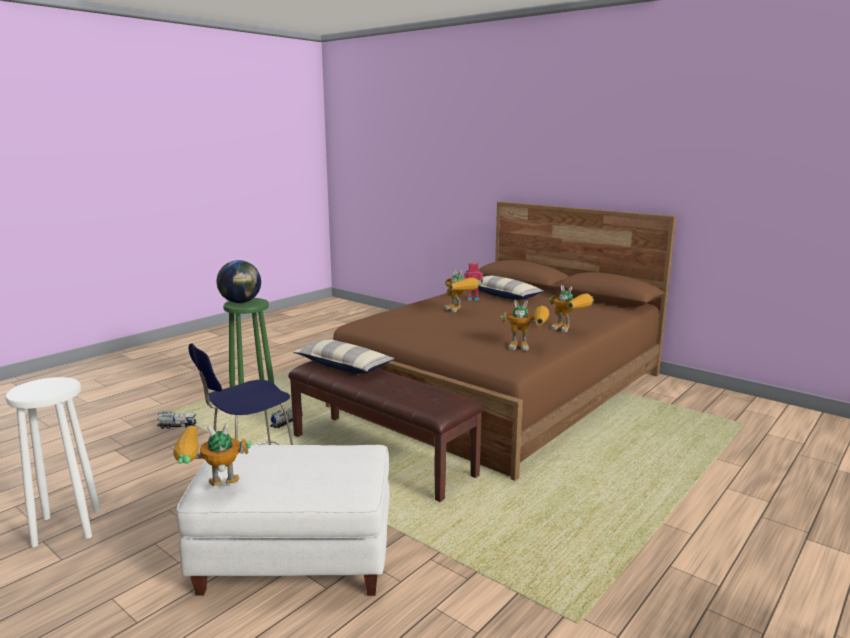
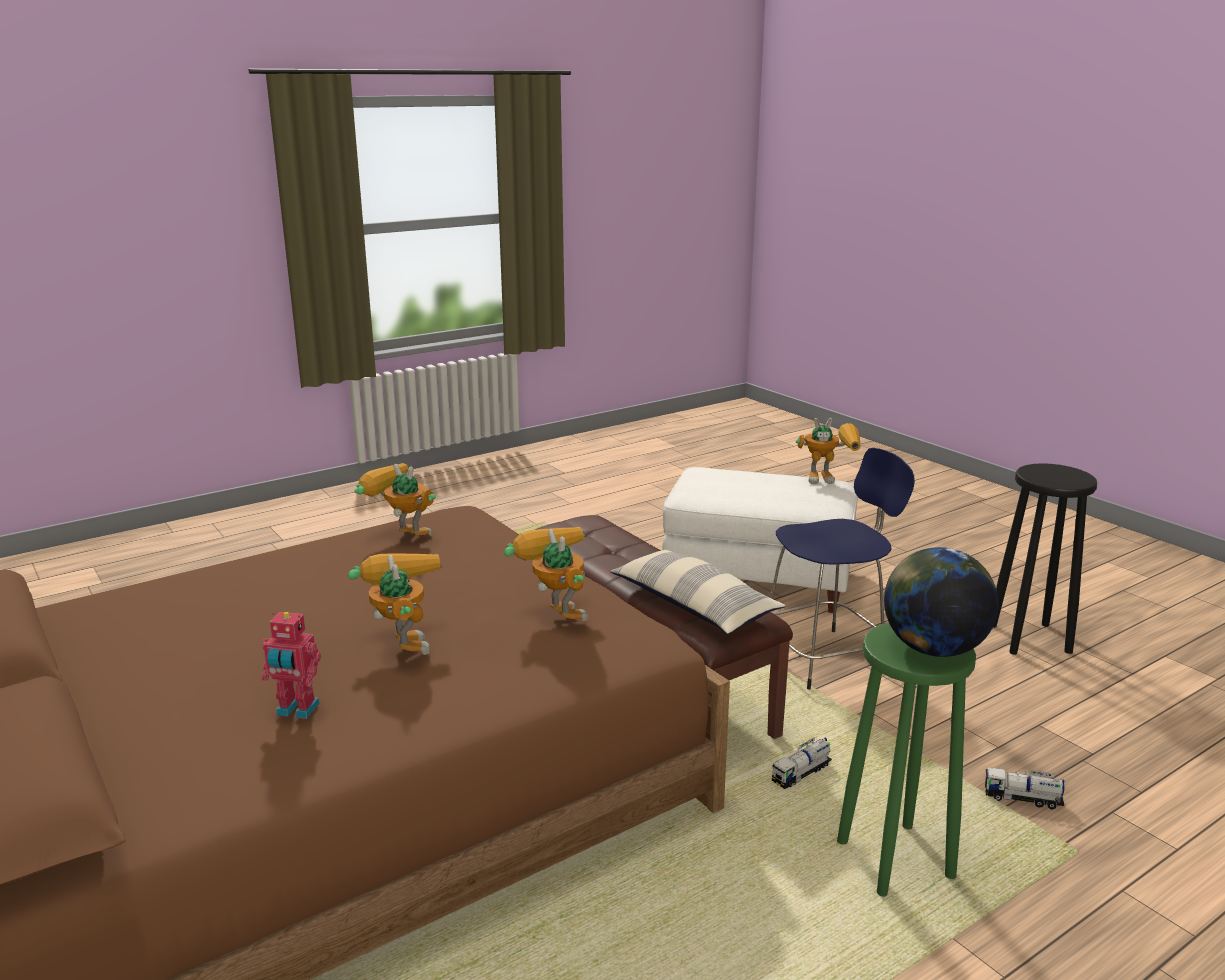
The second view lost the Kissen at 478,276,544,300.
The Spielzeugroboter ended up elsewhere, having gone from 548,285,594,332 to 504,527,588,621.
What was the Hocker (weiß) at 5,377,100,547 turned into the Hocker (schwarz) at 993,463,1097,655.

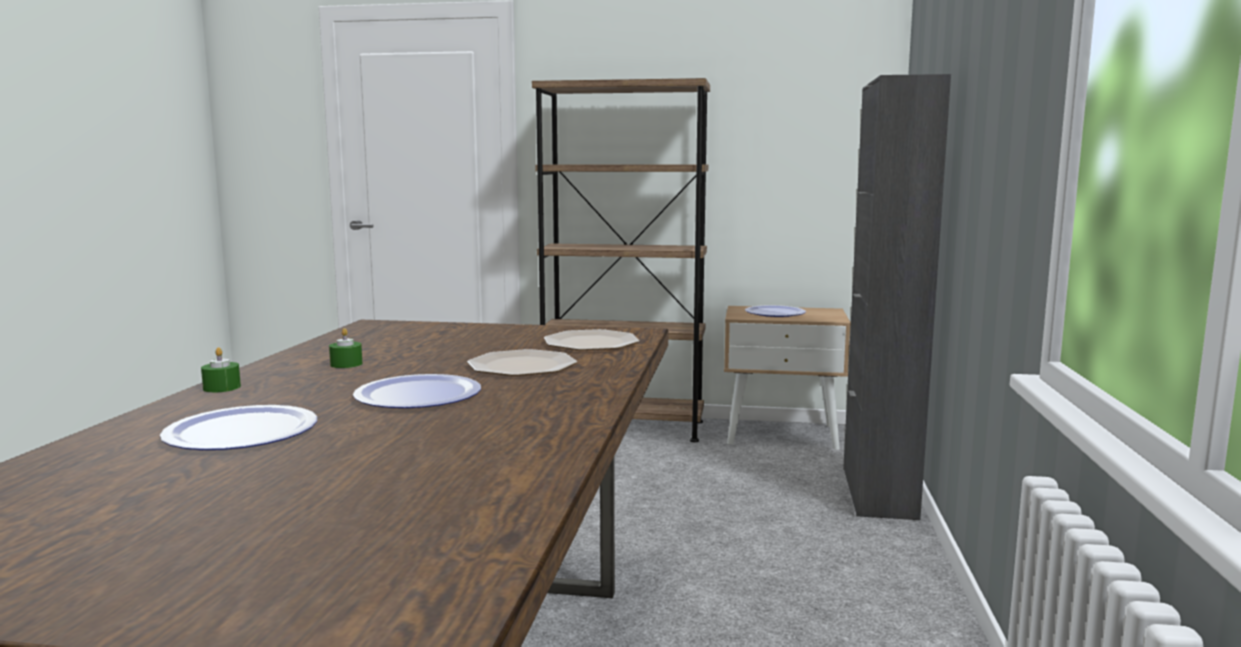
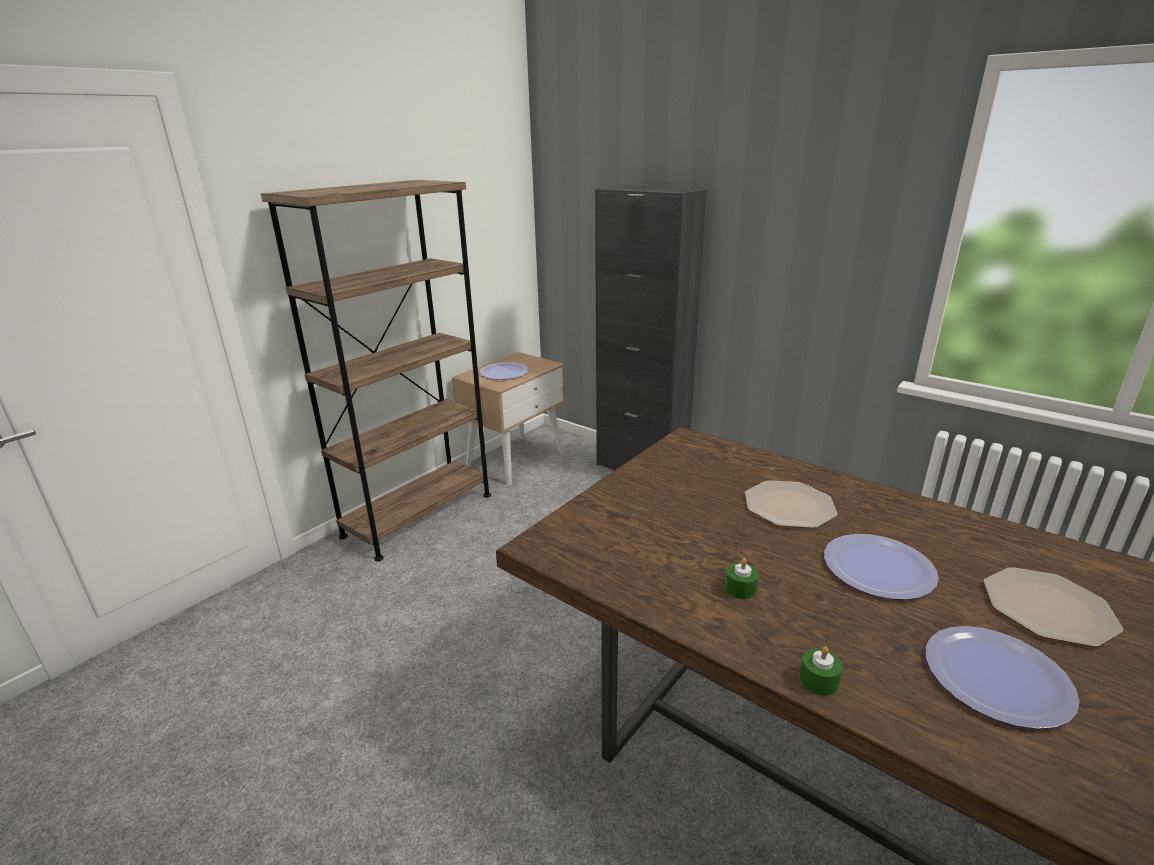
The Teller ended up elsewhere, having gone from 544,329,640,350 to 983,567,1123,647.

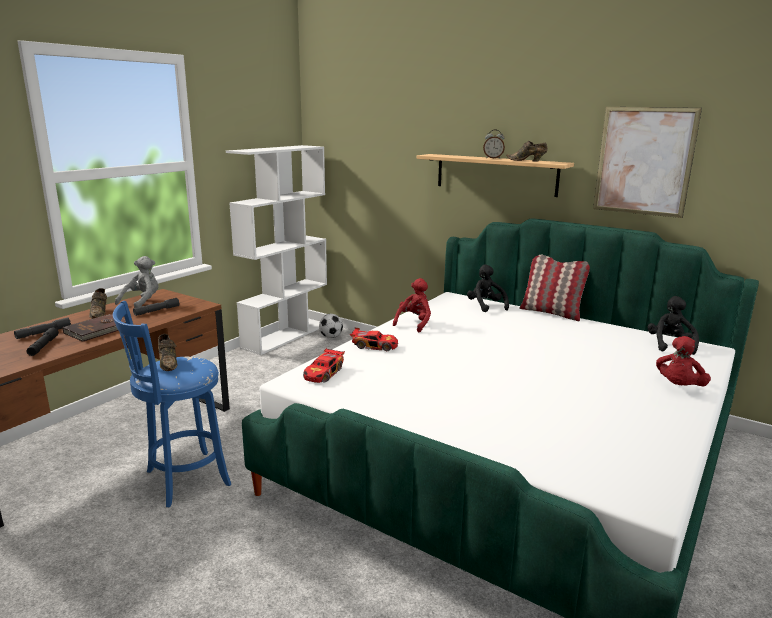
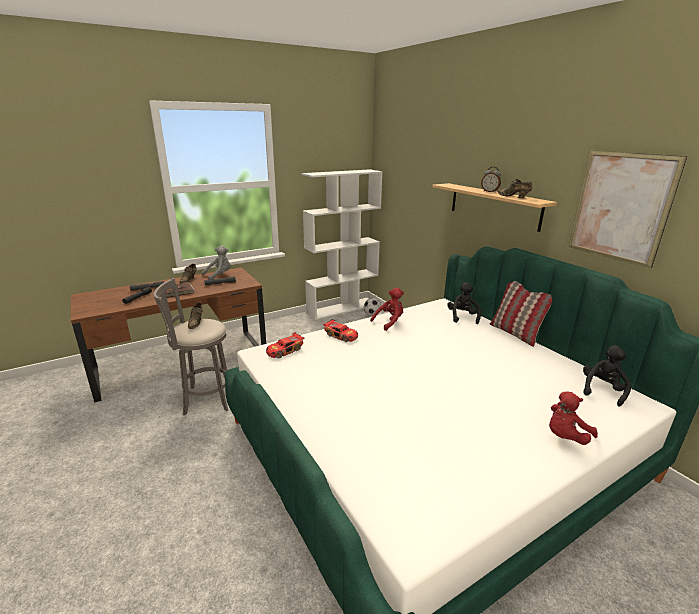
What was the Hocker (blau) at 113,301,231,507 turned into the Hocker (grau) at 153,278,228,415.

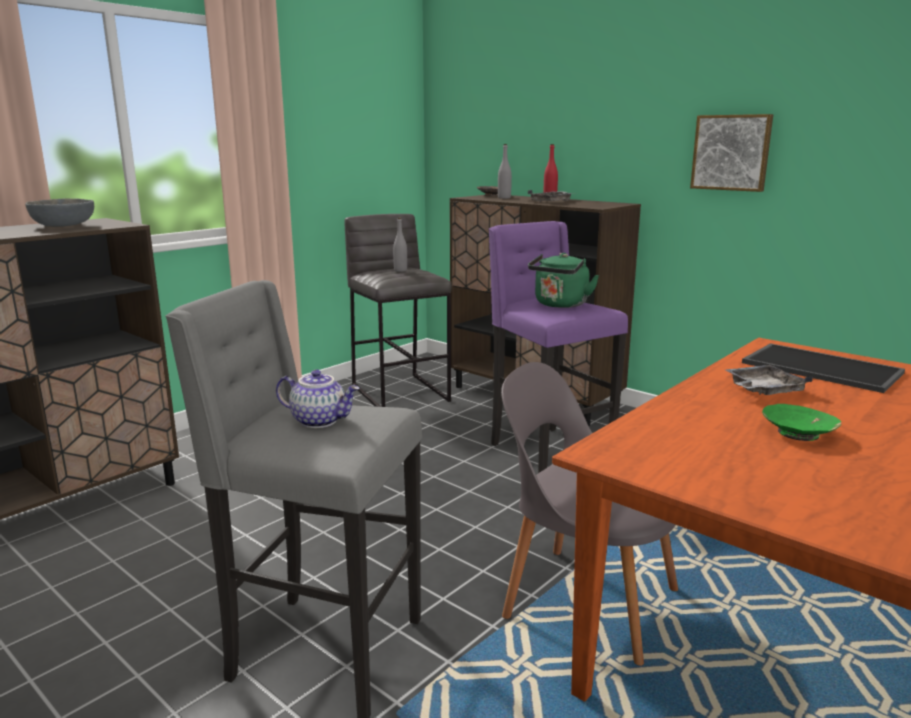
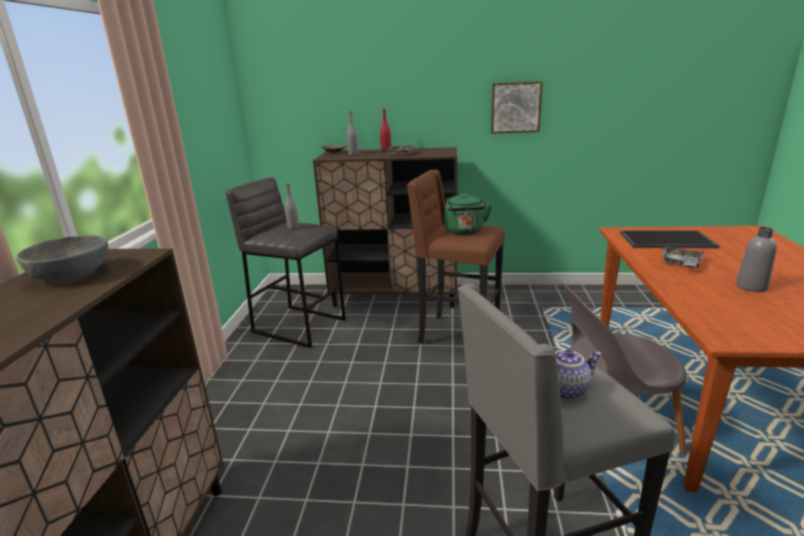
Where the Schüssel (grün) stood at 762,404,841,441, the Flasche (grau) came to stand at 736,227,777,292.
What was the Hocker (lila) at 489,221,628,473 turned into the Hocker (braun) at 407,170,505,344.

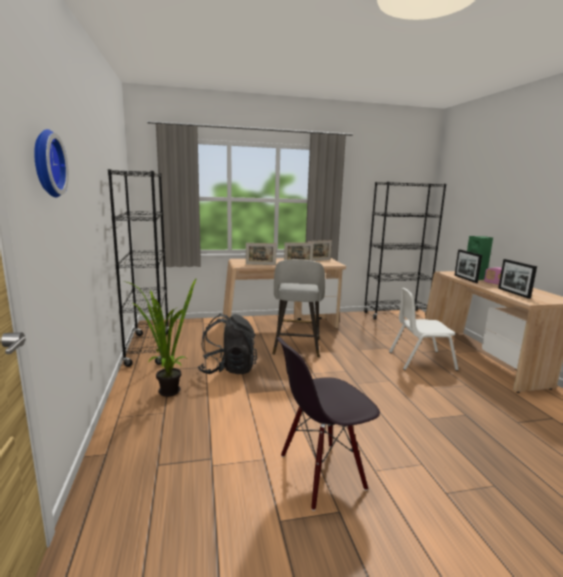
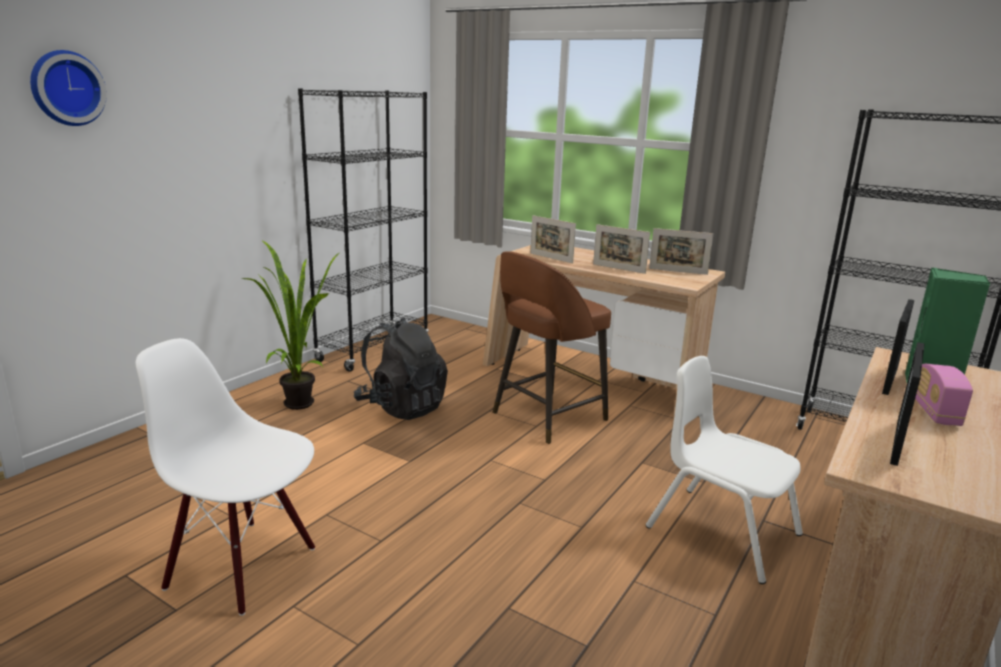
What was the Hocker (grau) at 272,259,325,357 turned into the Hocker (braun) at 493,251,611,444.
What was the Stuhl (schwarz) at 277,337,380,511 turned into the Stuhl (weiß) at 135,338,315,616.

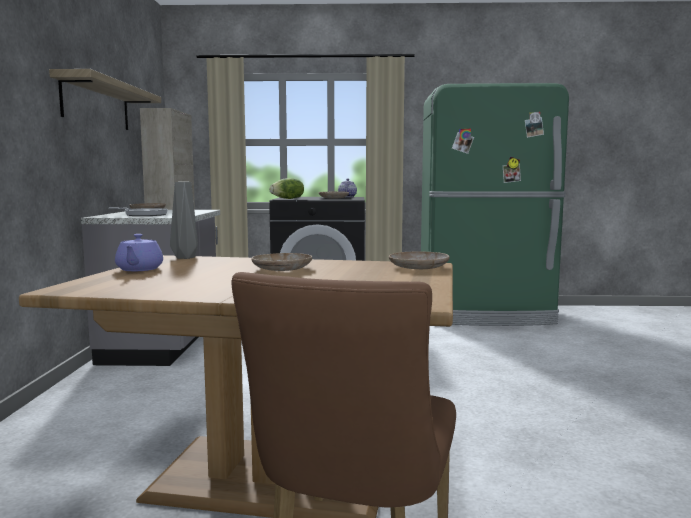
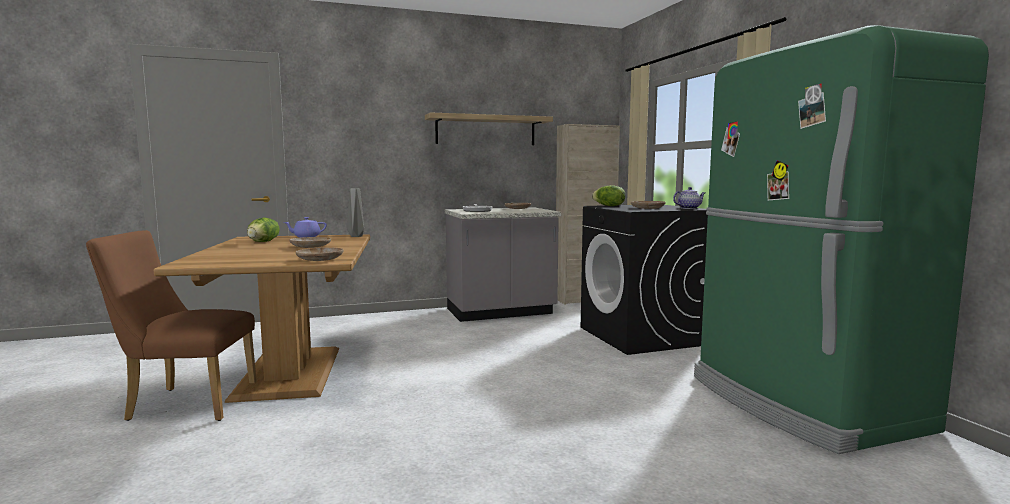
The second view gained the Salatkopf at 247,217,280,242.

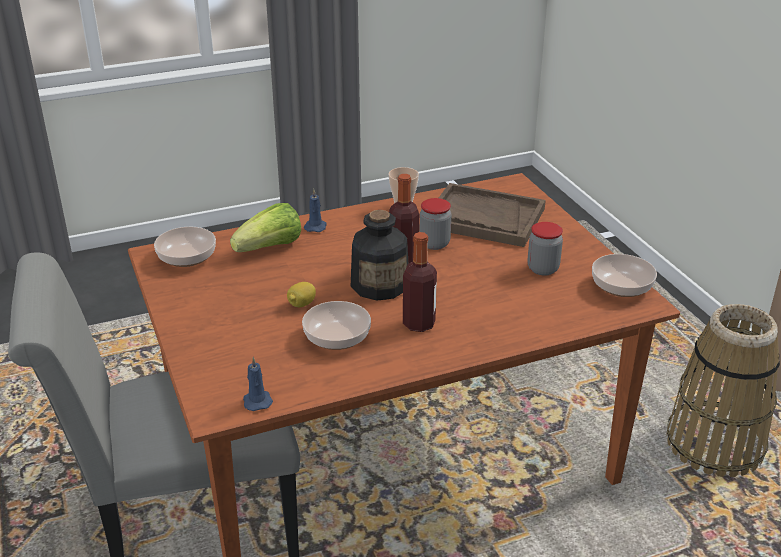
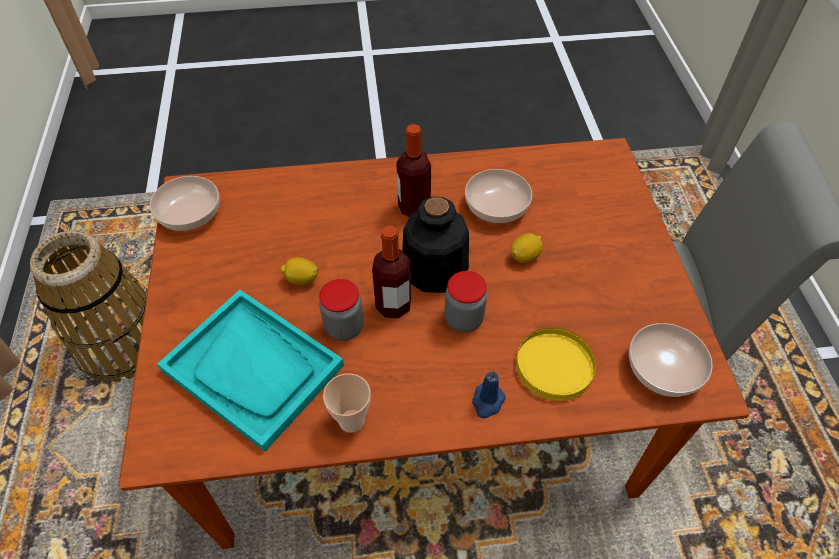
The second view lost the Kerze (blau) at 243,357,273,411.
The second view gained the Zitrone at 281,258,318,285.
The Vorratsglas ended up elsewhere, having gone from 527,222,563,276 to 445,271,487,332.
Where the Salatkopf stood at 230,203,301,252, the Teller (gelb) came to stand at 516,327,596,401.
What was the Tablett (braun) at 439,183,546,247 turned into the Tablett (türkis) at 157,290,344,452.

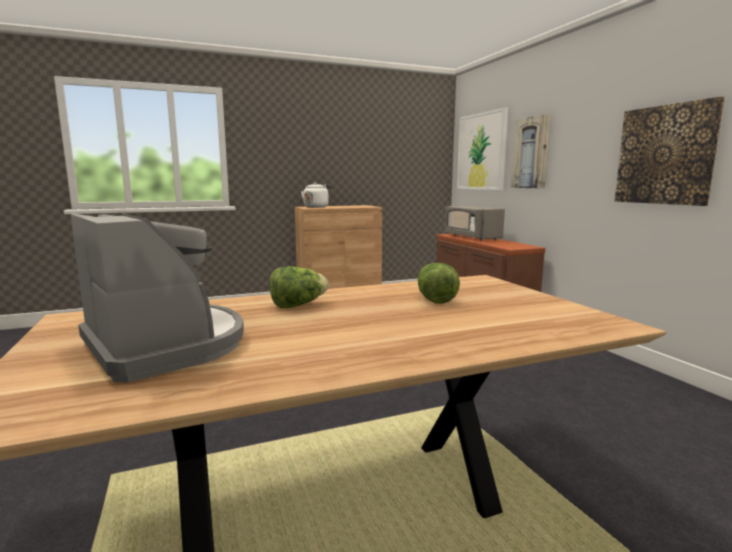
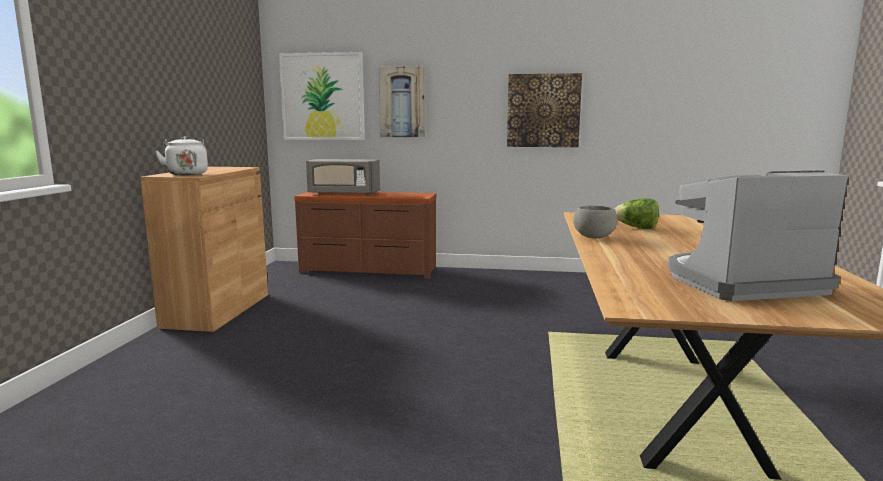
The second view lost the Salatkopf at 270,266,328,308.
The second view gained the Schüssel (grau) at 573,205,617,238.

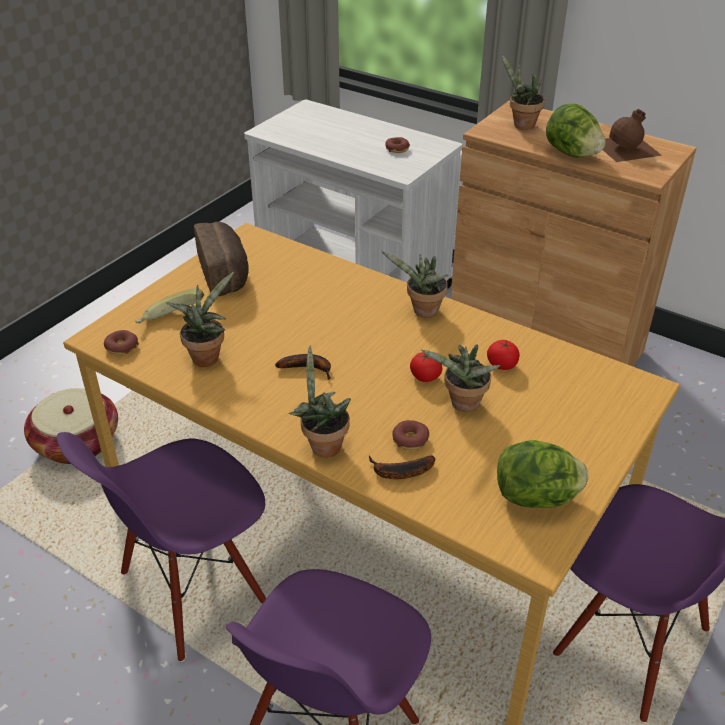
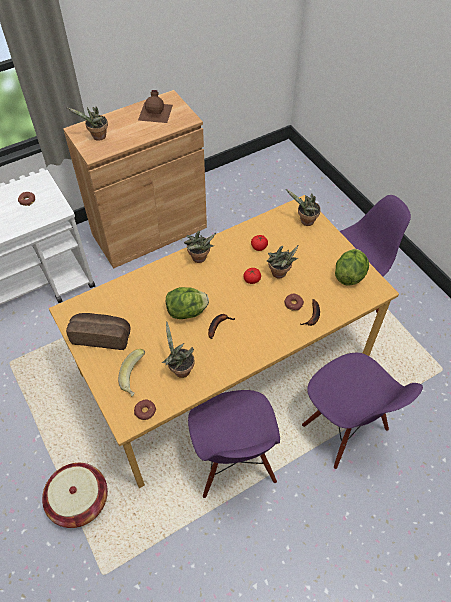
The Topfpflanze ended up elsewhere, having gone from 289,346,351,458 to 286,189,321,226.
The Salatkopf ended up elsewhere, having gone from 546,104,606,158 to 166,287,209,319.

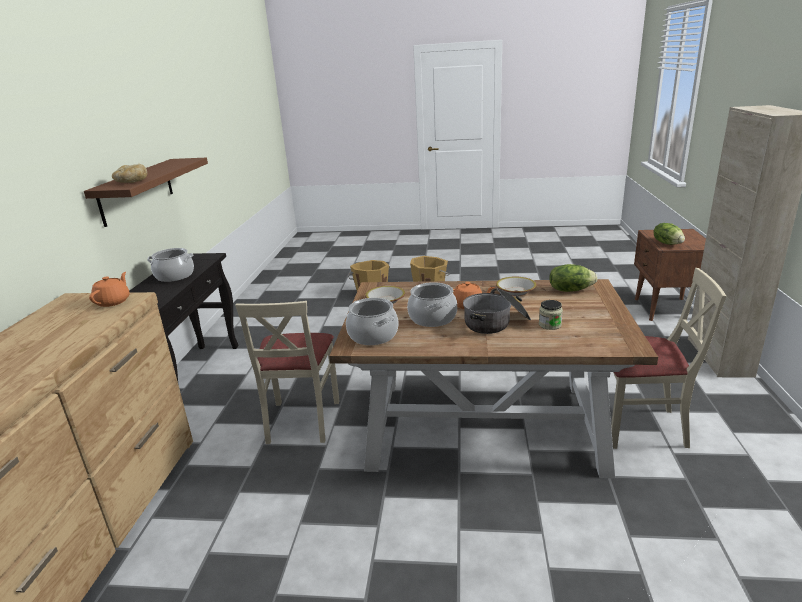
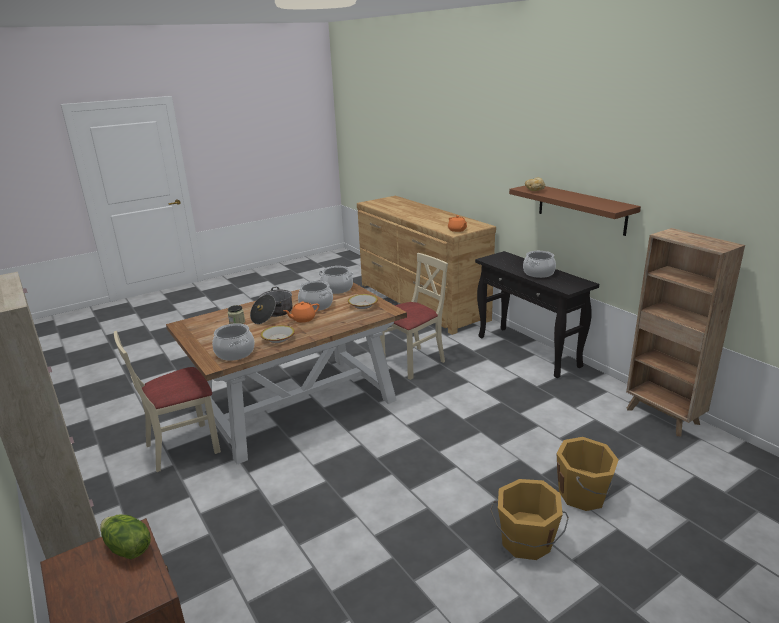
The second view gained the Bücherregal (braun) at 626,228,745,436.
Where the Salatkopf stood at 549,264,597,292, the Kochtopf came to stand at 212,323,255,361.
The Stuhl (beige) at 235,301,340,444 ended up facing another way, 90 degrees clockwise from before.

